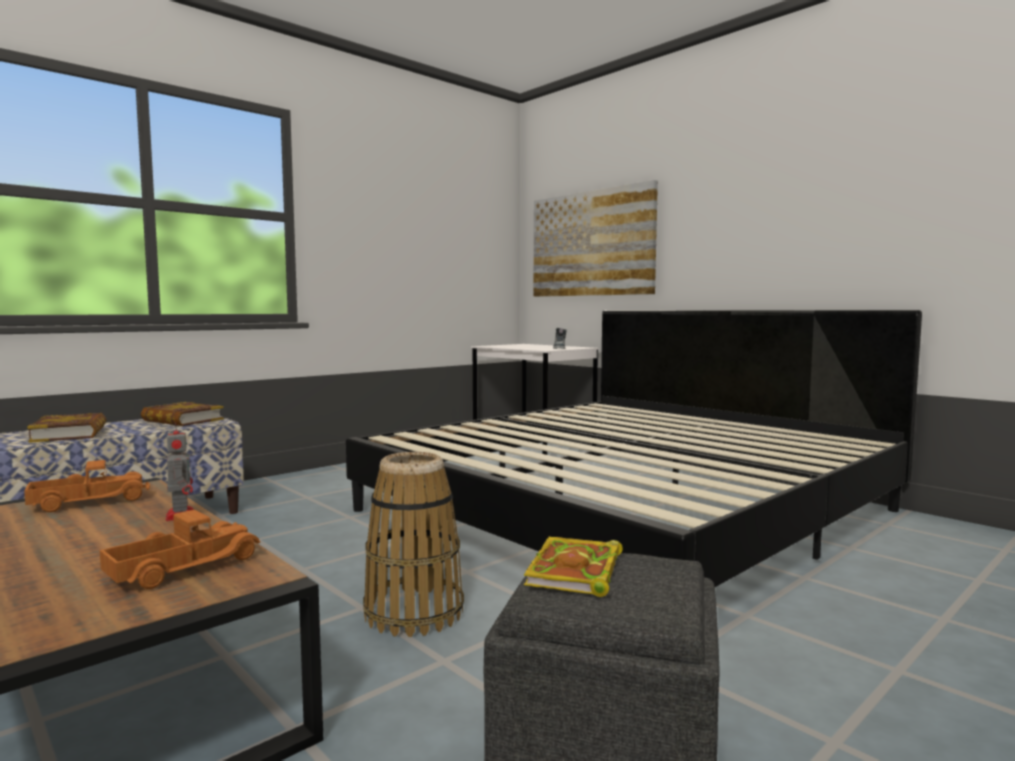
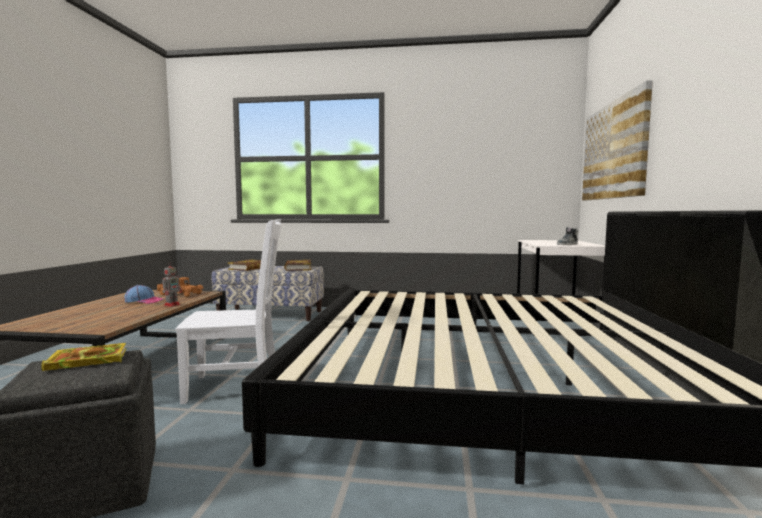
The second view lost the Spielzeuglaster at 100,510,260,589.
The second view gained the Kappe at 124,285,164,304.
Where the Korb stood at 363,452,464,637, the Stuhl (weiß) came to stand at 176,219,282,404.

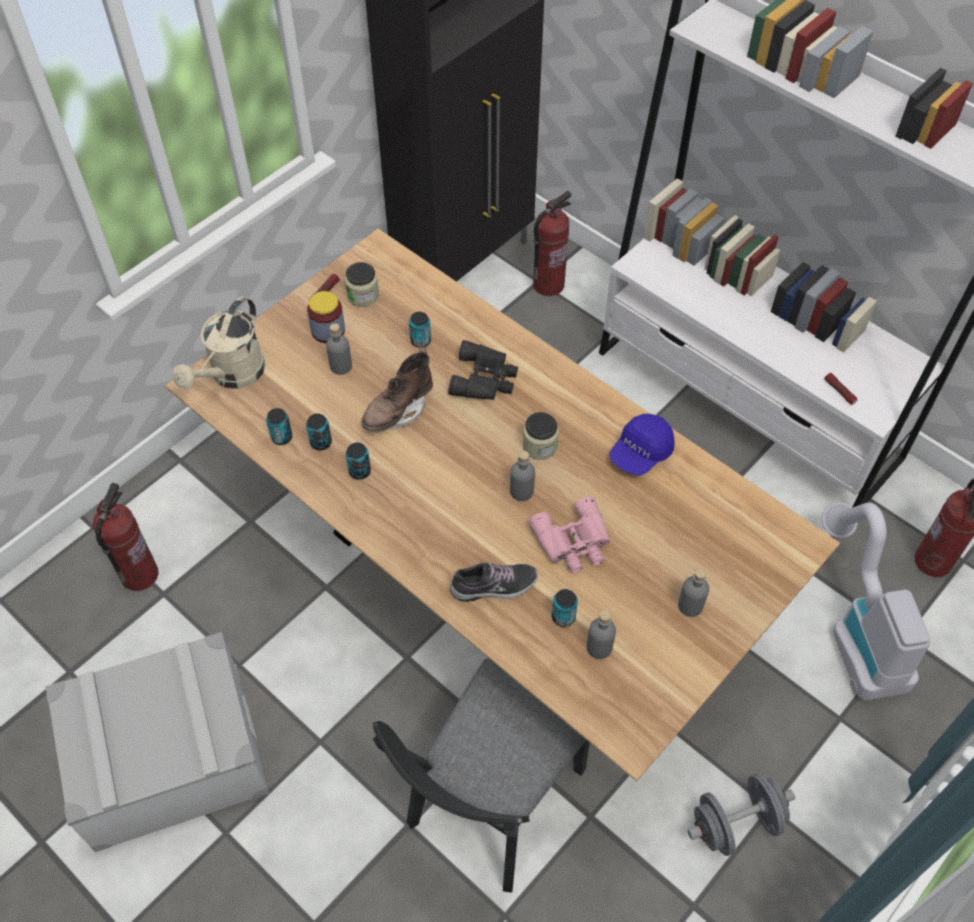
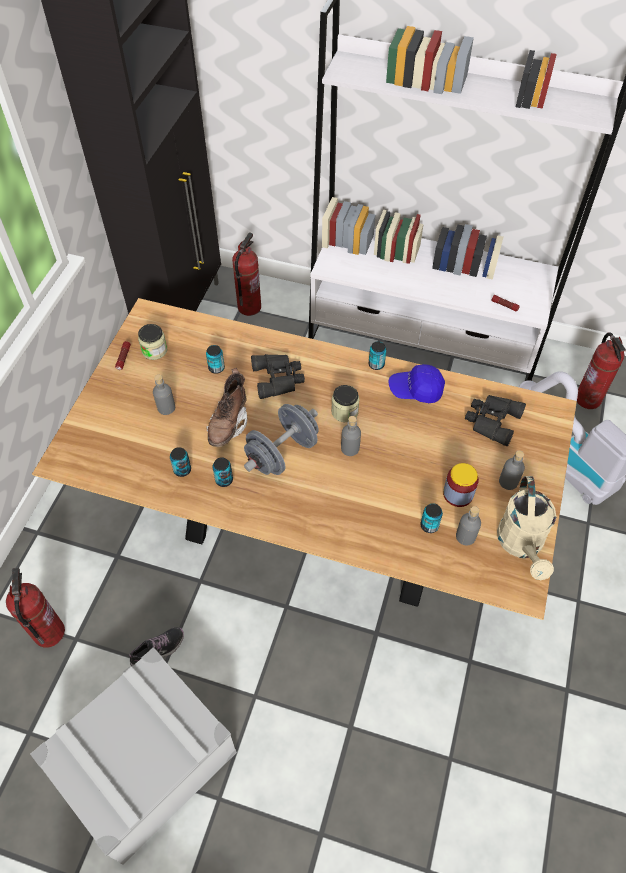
The second view lost the Stuhl (schwarz) at 373,658,590,893.
The second view lost the Fernglas (rosa) at 529,496,610,573.
The second view gained the Fernglas (schwarz) at 465,395,526,446.
The Gießkanne (beige) ended up elsewhere, having gone from 172,296,266,389 to 497,476,556,580.
The Dose ended up elsewhere, having gone from 266,408,292,445 to 369,341,386,370.
The Vorratsglas ended up elsewhere, having gone from 307,291,345,343 to 443,463,479,507.
The Schuh ended up elsewhere, having gone from 450,562,538,602 to 129,627,184,666.
The Hantel (grau) ended up elsewhere, having gone from 688,774,795,856 to 244,404,319,475.
The Kappe (blau) at 609,414,675,475 ended up facing another way, 75 degrees clockwise from before.

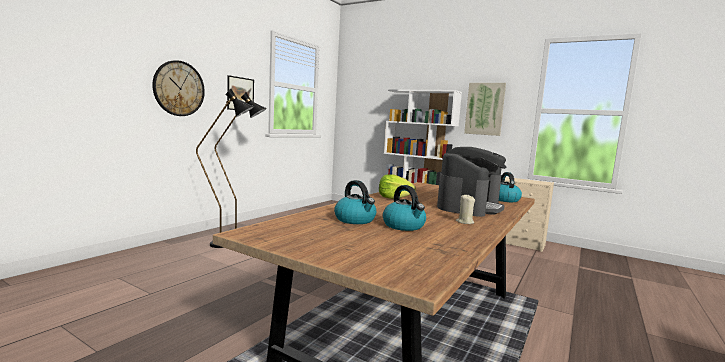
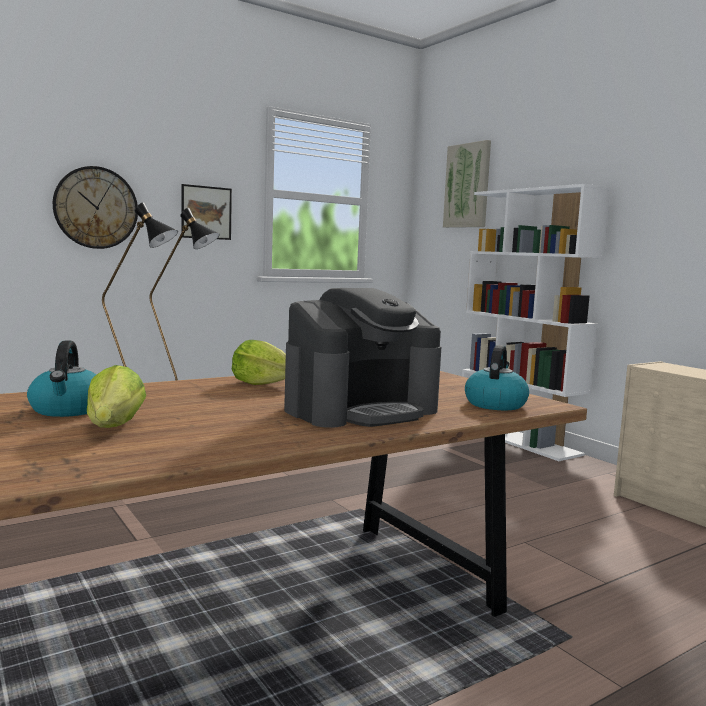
The second view lost the Kerze (beige) at 456,195,475,224.
The Bild ended up elsewhere, having gone from 464,83,506,136 to 443,140,491,228.
Where the Wasserkessel stood at 383,185,426,231, the Salatkopf came to stand at 87,365,146,428.

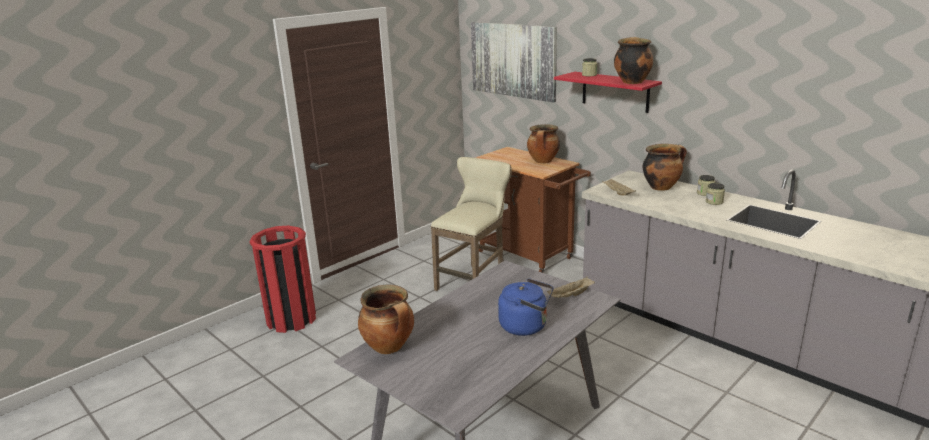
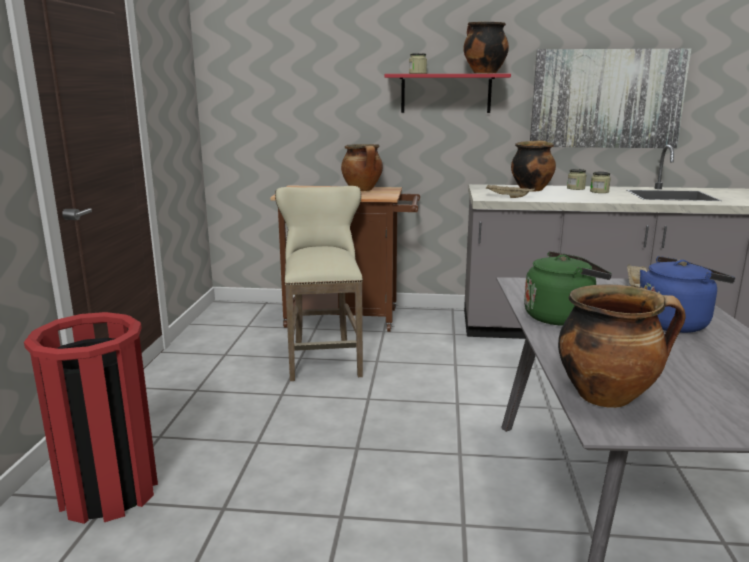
The second view gained the Wasserkessel (grün) at 524,251,612,326.
The Bild ended up elsewhere, having gone from 471,22,557,102 to 530,49,691,148.

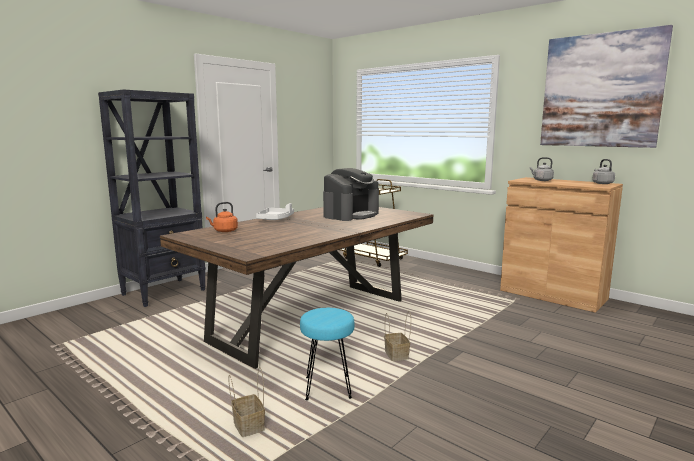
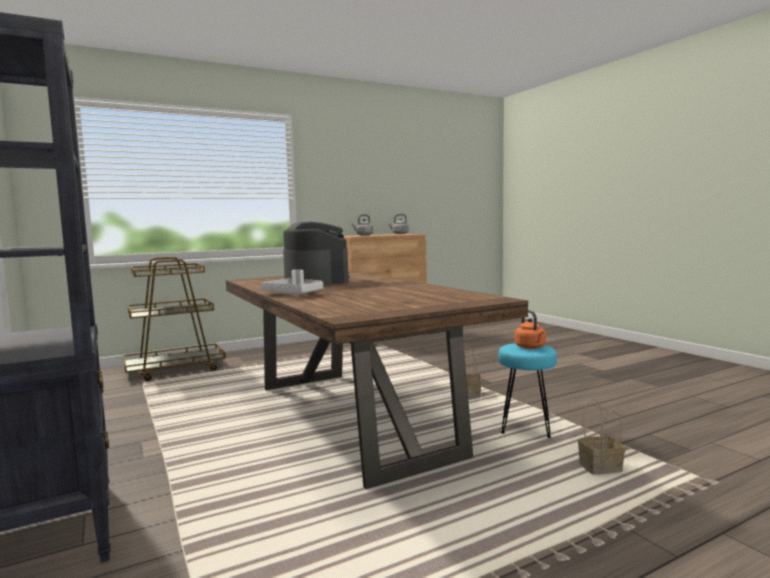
The second view lost the Bild at 540,25,673,148.
The Wasserkessel (orange) ended up elsewhere, having gone from 206,202,238,232 to 514,310,546,349.

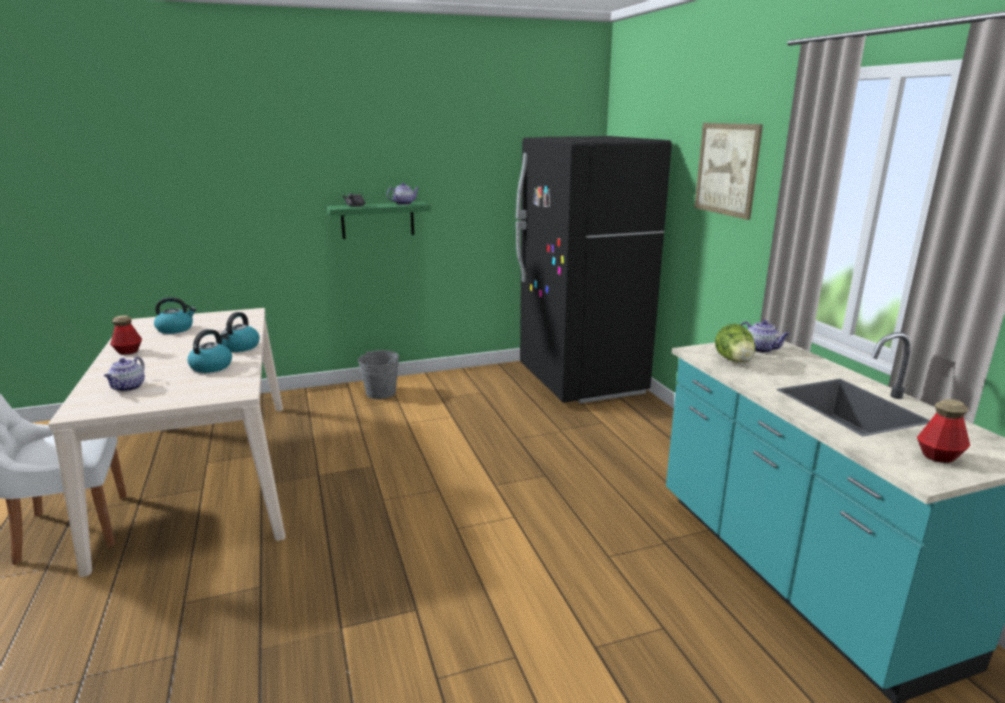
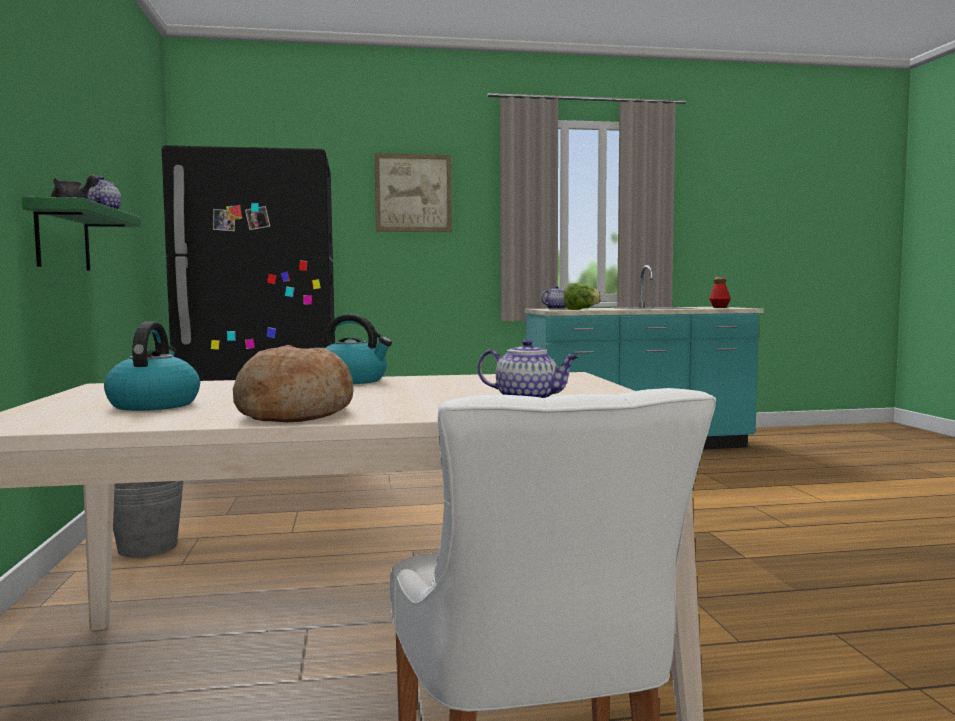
The second view lost the Wasserkessel at 187,329,232,373.
Where the Flasche stood at 110,315,142,355, the Brot came to stand at 233,345,353,422.

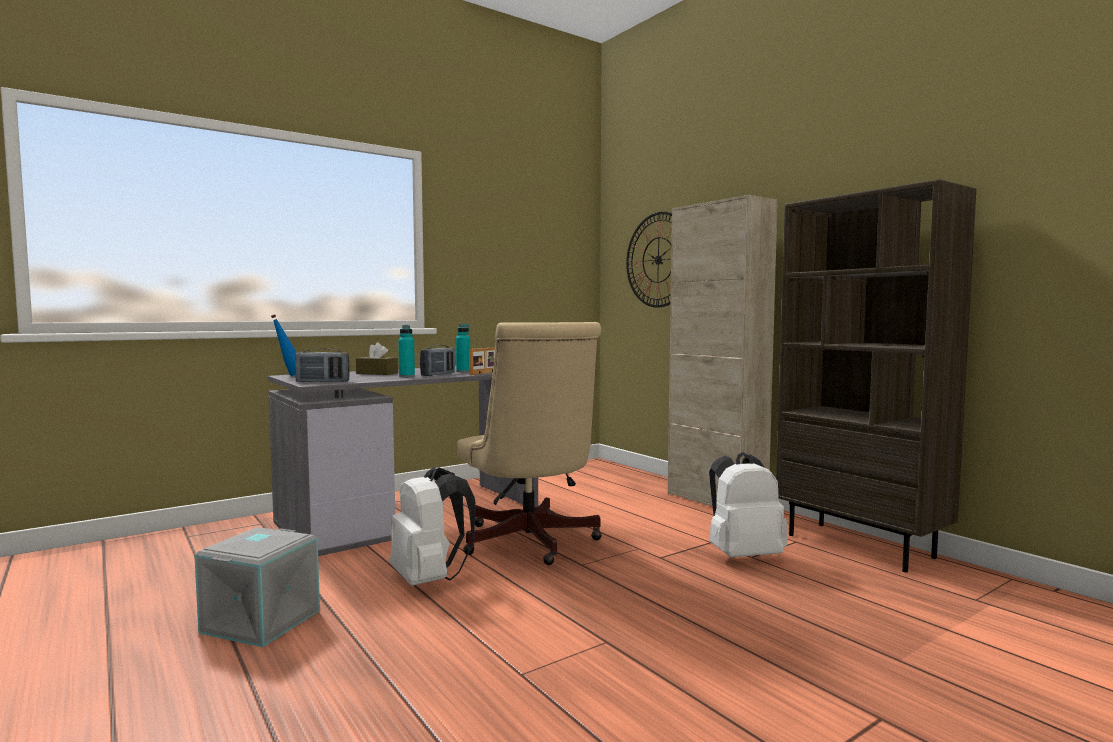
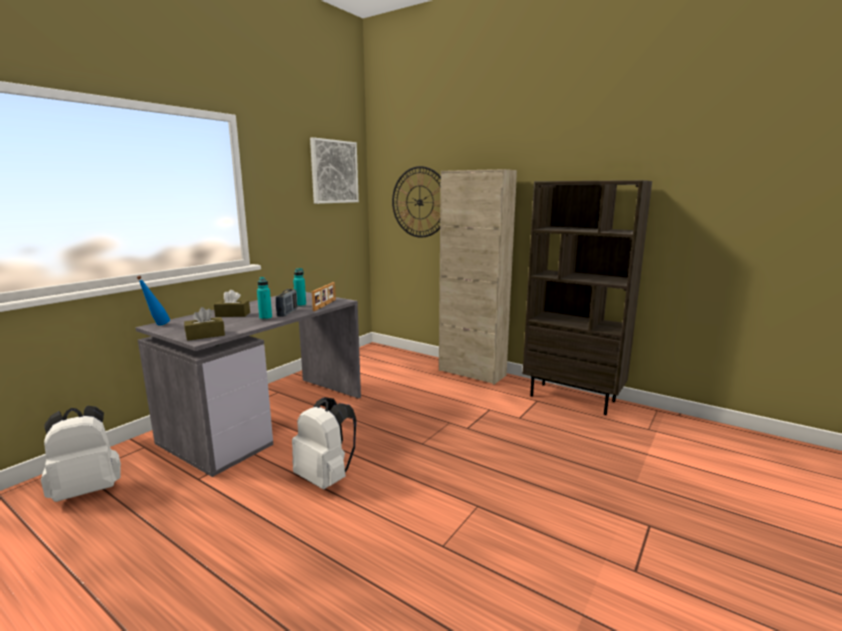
The second view lost the Aufbewahrungsbox (grau) at 194,527,320,647.
The second view lost the Bürostuhl (beige) at 457,322,602,565.
The second view gained the Bild at 310,137,359,204.
The Rucksack (weiß) ended up elsewhere, having gone from 709,452,788,557 to 41,406,121,502.
Where the Radio stood at 295,348,349,382, the Taschentuchbox (braun) came to stand at 184,307,225,341.

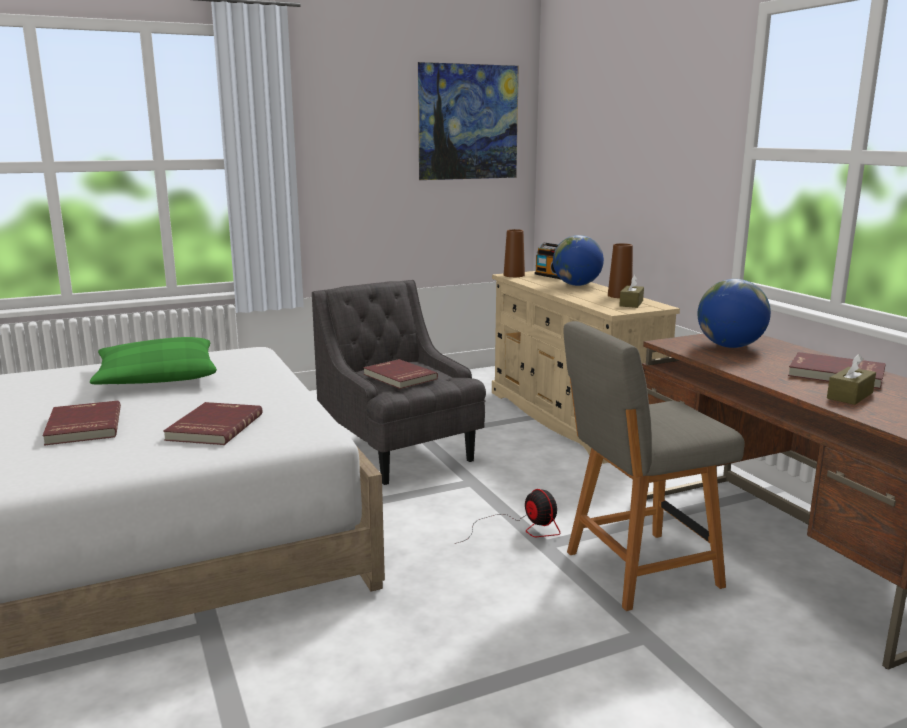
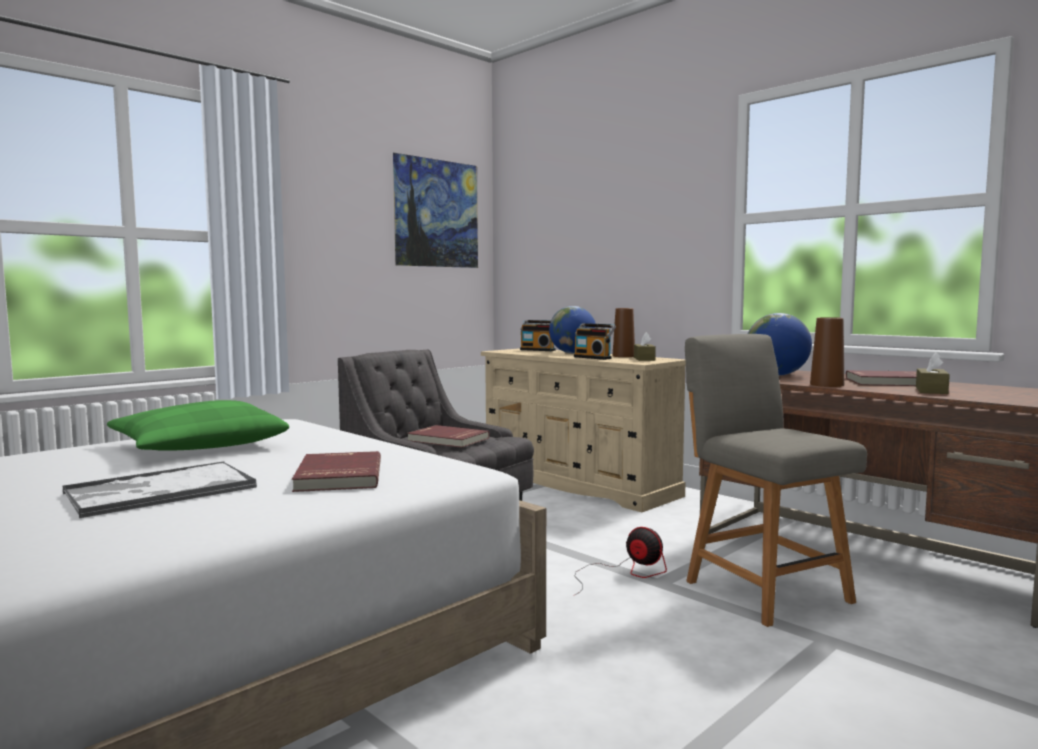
The second view gained the Radio at 574,323,616,360.
The Vase (braun) ended up elsewhere, having gone from 504,229,525,277 to 810,317,844,387.
Where the Buch (rot) stood at 42,401,121,446, the Tablett came to stand at 63,461,257,518.
The Stuhl (grau) at 563,321,745,611 ended up facing another way, 105 degrees clockwise from before.

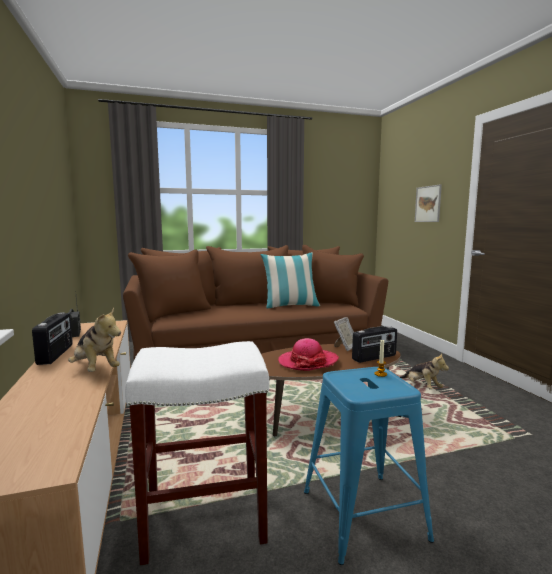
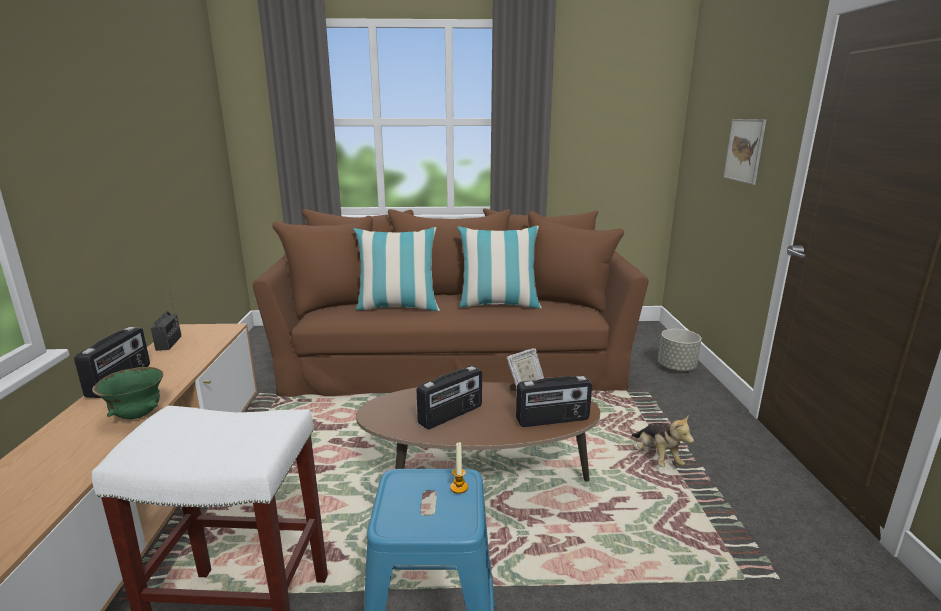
The second view gained the Kissen at 353,227,440,311.
The second view gained the Pflanzkübel (grau) at 658,329,701,371.
Where the Plüschtier stood at 68,308,121,372, the Schüssel (grün) came to stand at 92,367,163,419.
Where the Hut stood at 278,338,339,371, the Radio came to stand at 417,366,482,430.

